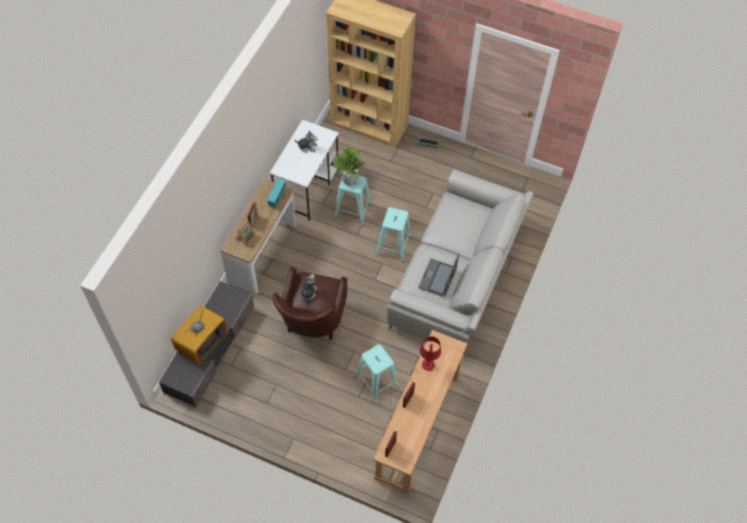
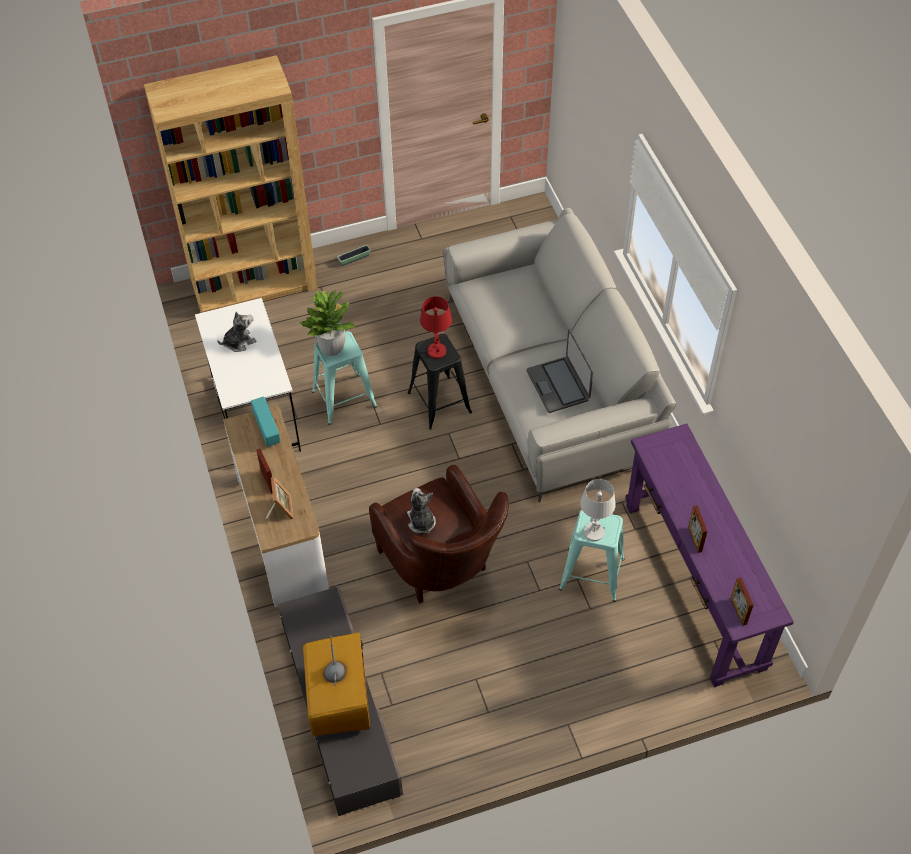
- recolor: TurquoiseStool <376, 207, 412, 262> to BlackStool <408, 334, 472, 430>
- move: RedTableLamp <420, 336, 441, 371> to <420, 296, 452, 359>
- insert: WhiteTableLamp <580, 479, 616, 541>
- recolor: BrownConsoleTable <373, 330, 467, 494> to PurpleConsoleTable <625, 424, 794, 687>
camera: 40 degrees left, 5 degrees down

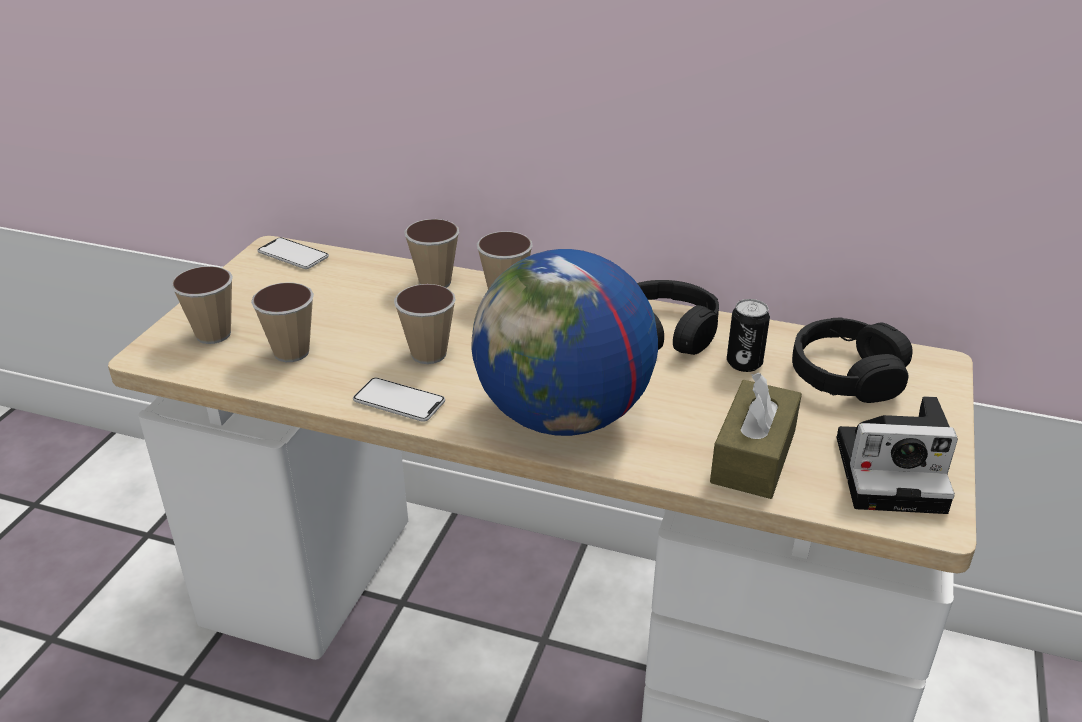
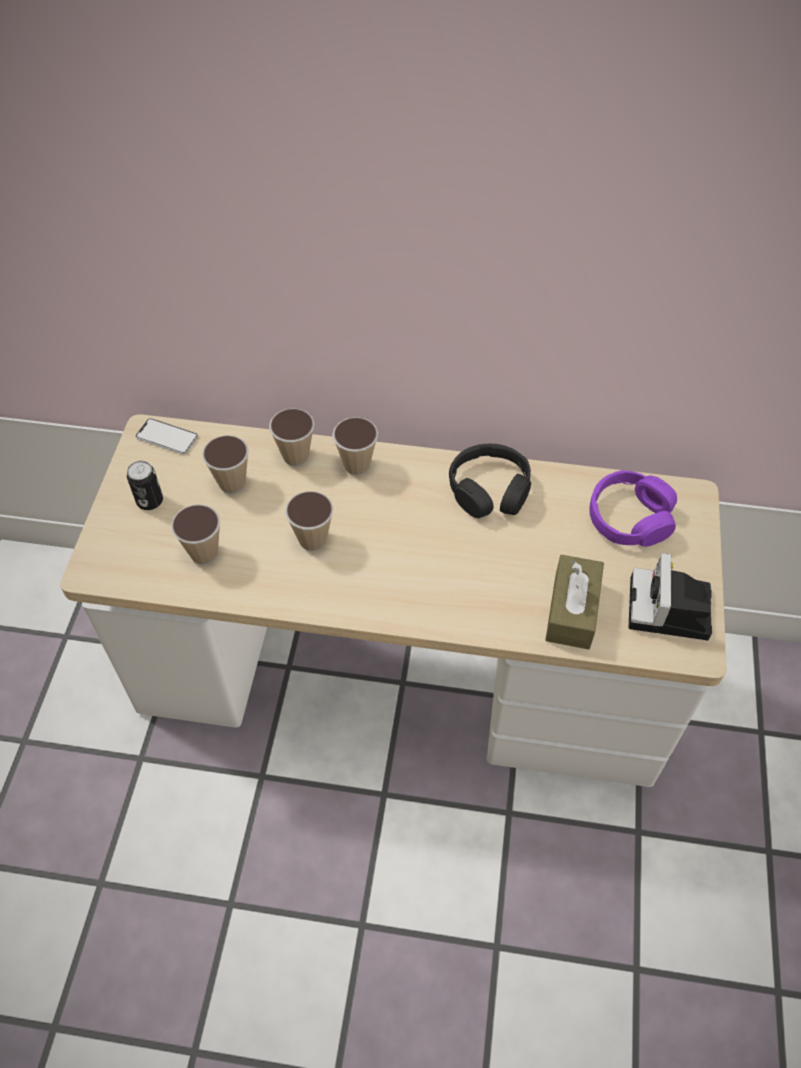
- move: Can <727, 299, 770, 372> to <127, 461, 163, 510>
- move: Cup <171, 266, 233, 344> to <202, 435, 249, 494>
- recolor: BlackHeadphones <792, 318, 913, 403> to PurpleHeadphones <589, 470, 677, 547>
- rotate: PhotoCamera <837, 396, 958, 514> = <628, 553, 712, 640> 105 degrees clockwise
- delete: Phone <353, 378, 445, 422>
- delete: Globe <471, 249, 658, 436>
camera: 10 degrees left, 20 degrees up

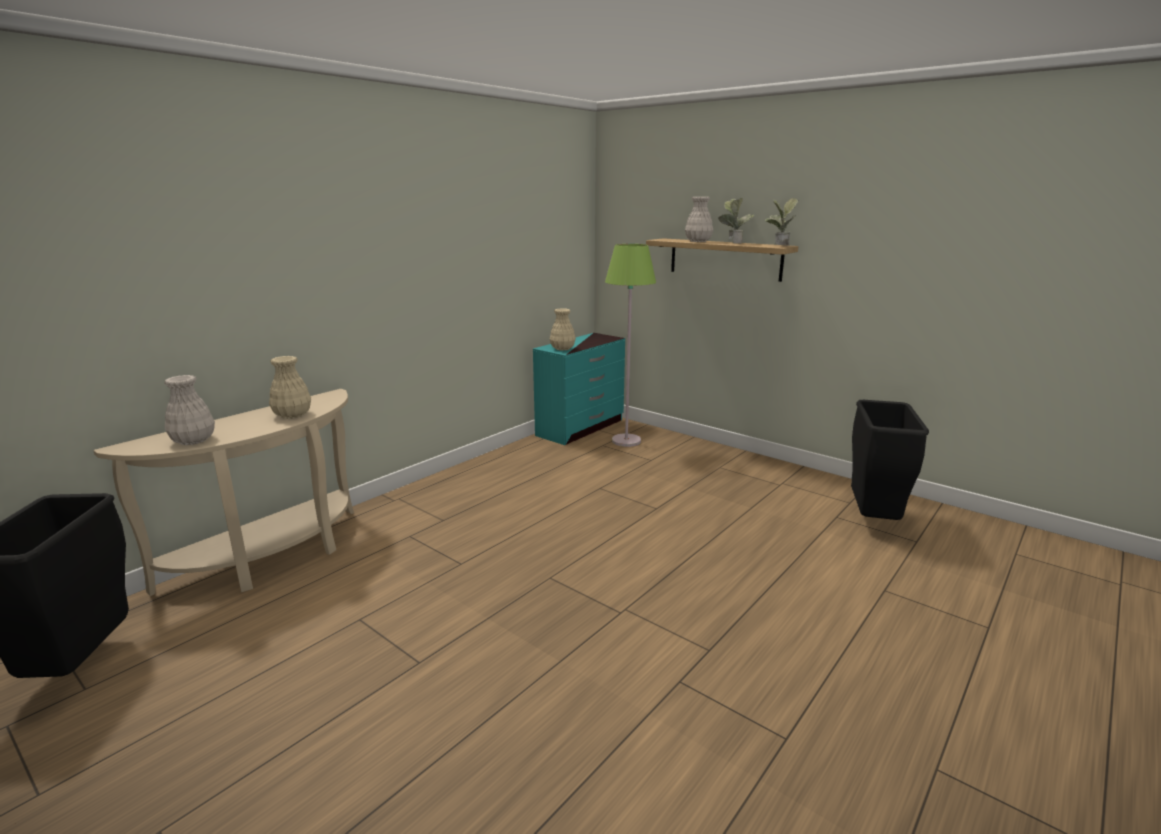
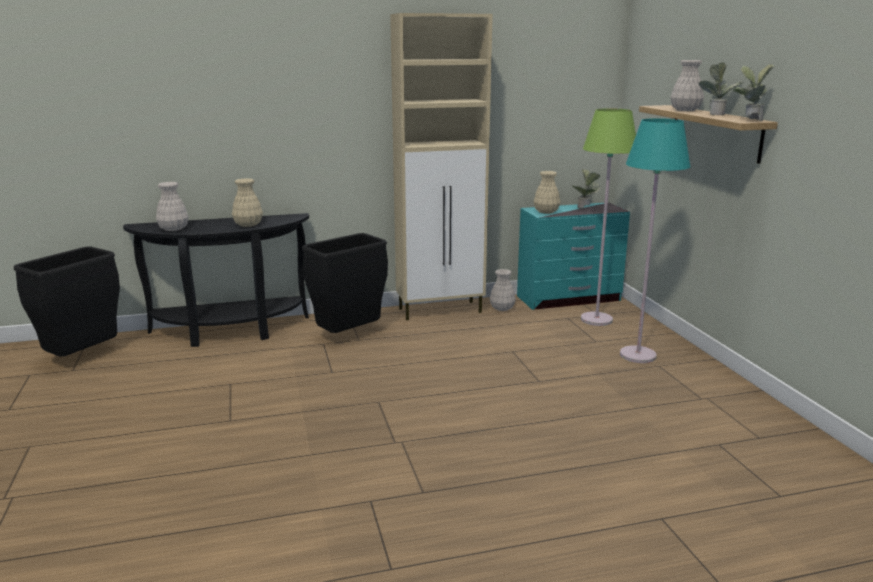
- recolor: BeigeConsoleTable <93, 389, 354, 596> to BlackConsoleTable <123, 213, 309, 347>
- move: BlackTrashCan <851, 400, 929, 520> to <302, 233, 388, 333>
- insert: BeigeCabinet <390, 13, 493, 320>
- insert: WhiteVase <489, 269, 516, 311>
- insert: PottedPlant <572, 169, 601, 209>
- insert: TurquoiseFloorLamp <620, 118, 690, 363>
camera: 35 degrees right, 0 degrees up

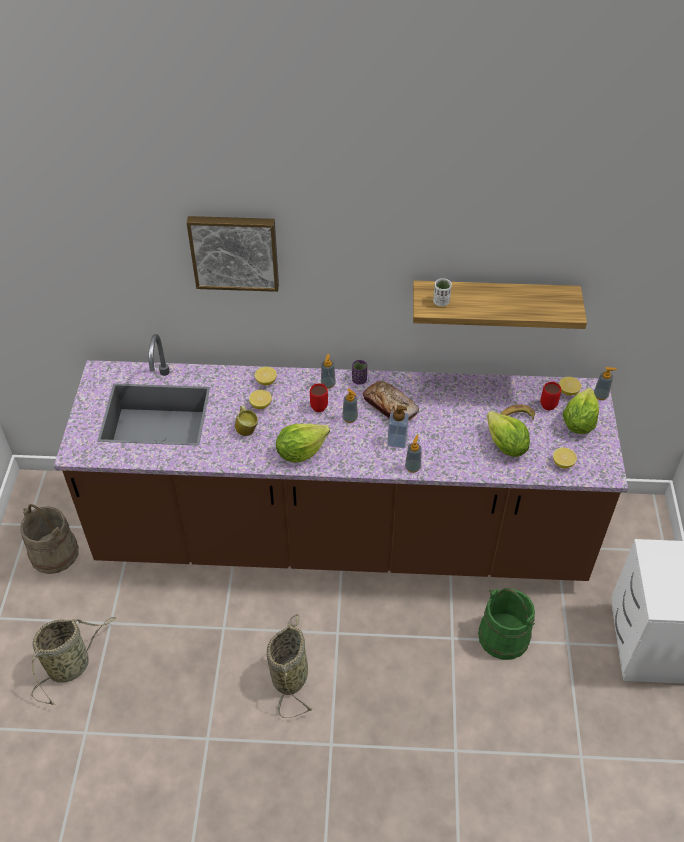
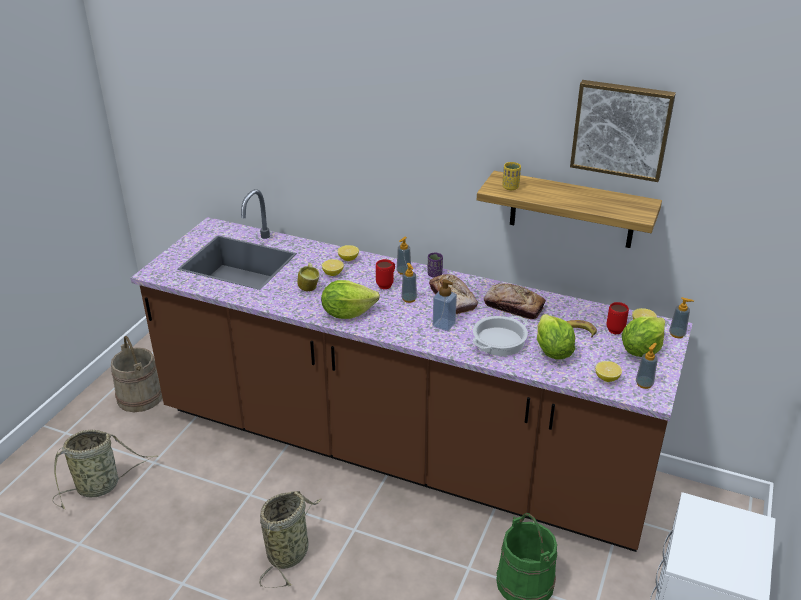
- insert: CookingPot <472, 316, 528, 356>
- insert: Bread <484, 283, 546, 319>
- recolor: WhiteCup <433, 278, 452, 306> to YellowCup <502, 162, 521, 190>
- move: Picture <186, 216, 279, 292> to <570, 80, 676, 182>
- move: SoapDispenser <405, 434, 422, 473> to <636, 343, 658, 389>
camera: 20 degrees right, 15 degrees down

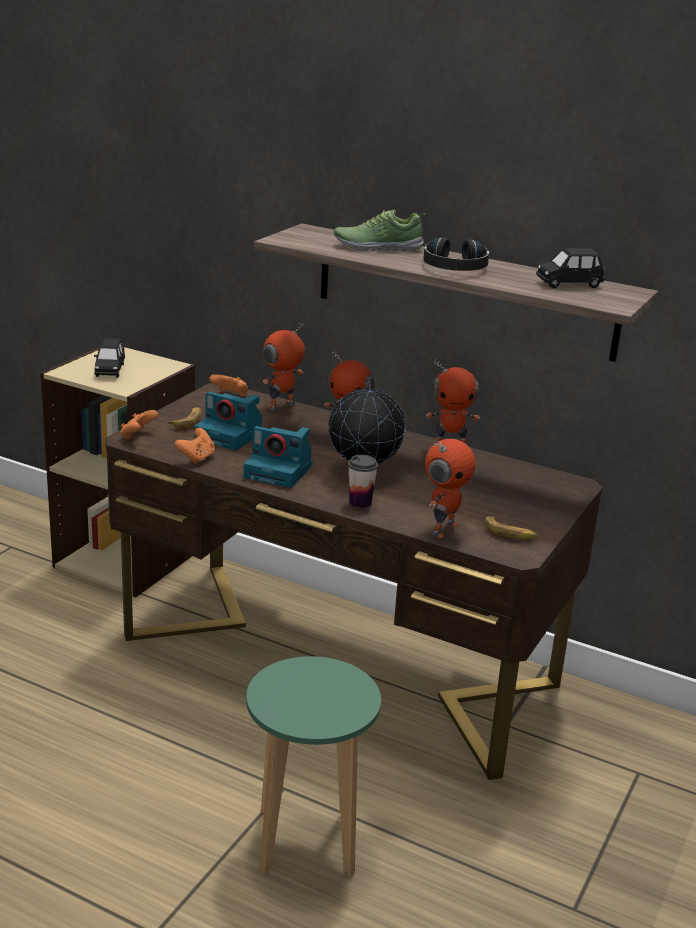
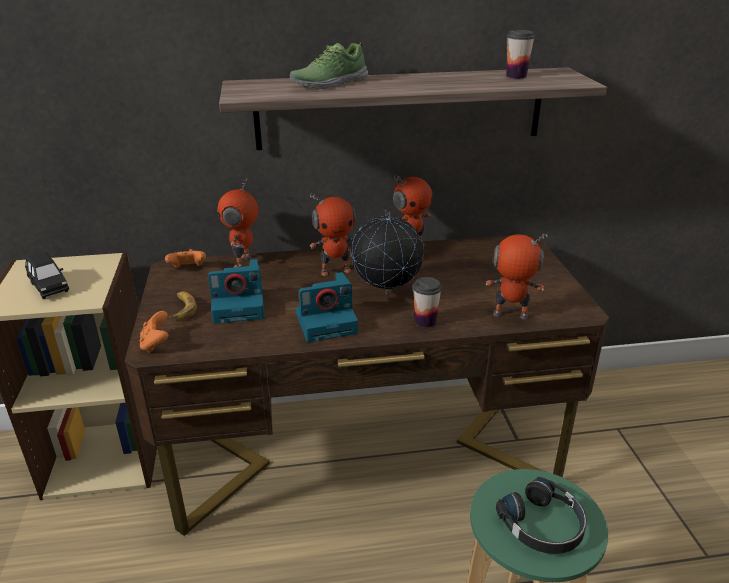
- rotate: ToyRobot <425, 439, 476, 538> = <486, 234, 548, 320> 75 degrees counterclockwise
- move: BlackHeadphones <423, 237, 489, 271> to <496, 477, 587, 554>
- replace: BlackToyCar <536, 248, 605, 288> to Cup <506, 30, 535, 79>
- delete: OrangeGameController <175, 428, 215, 464>
- delete: Banana <484, 516, 537, 540>
camera: 35 degrees left, 5 degrees up

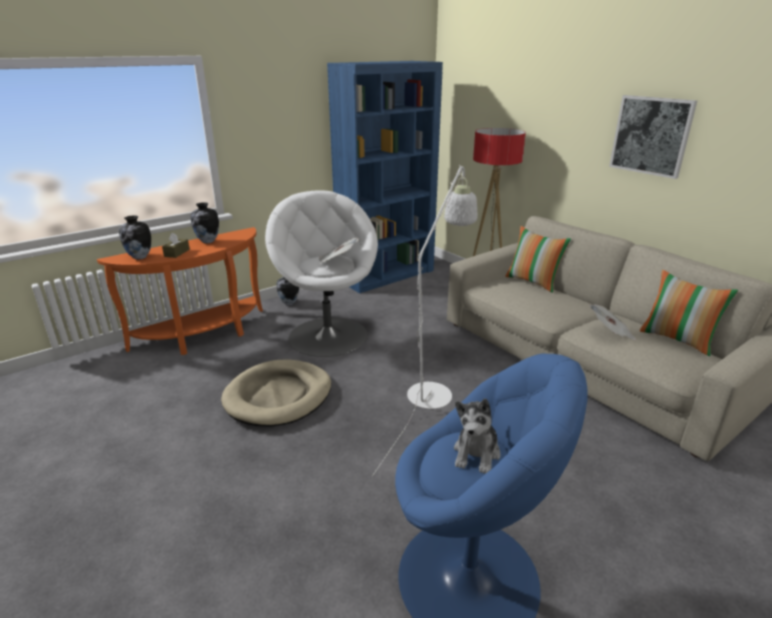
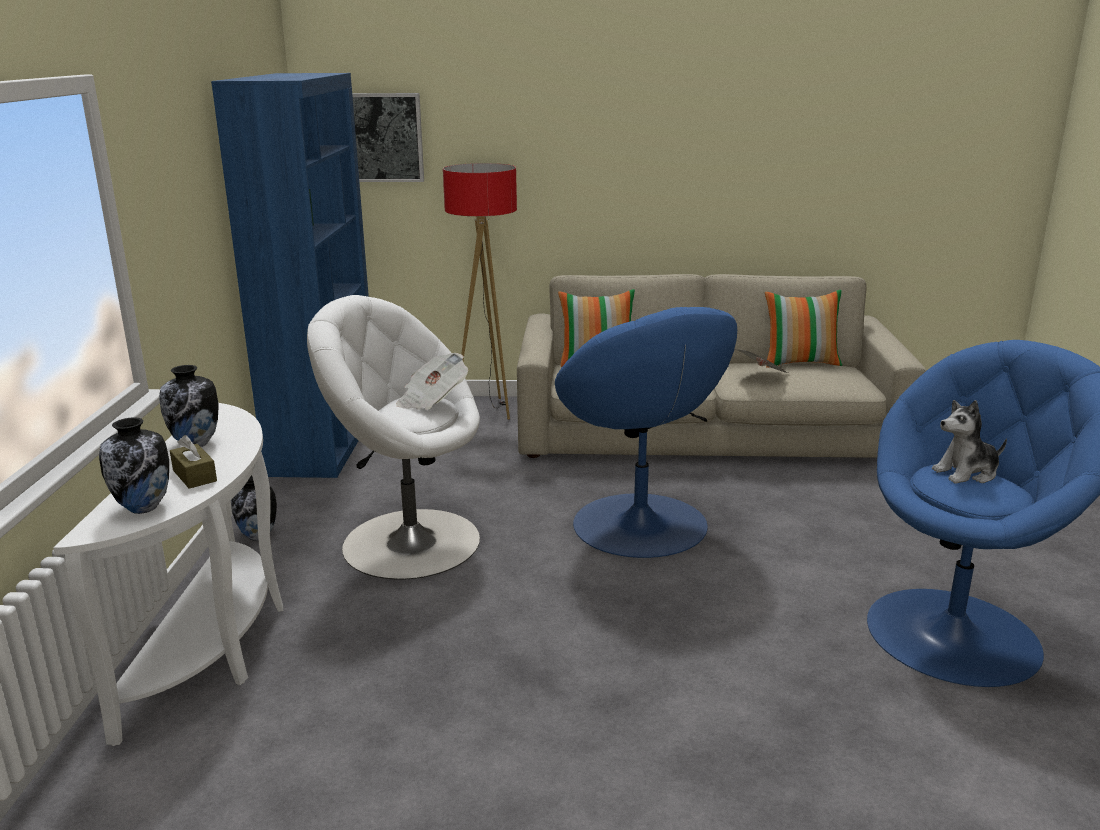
- recolor: OrangeConsoleTable <97, 227, 263, 355> to WhiteConsoleTable <53, 403, 283, 746>
- move: Picture <609, 95, 697, 179> to <352, 93, 424, 182>
- replace: WhiteFloorLamp <372, 164, 477, 476> to BlueArmchair <555, 307, 737, 558>
- rotate: PlushToy <454, 398, 501, 474> = <932, 400, 1007, 484> 105 degrees clockwise
- delete: BeigeDogBed <221, 359, 331, 427>
camera: 50 degrees left, 5 degrees down

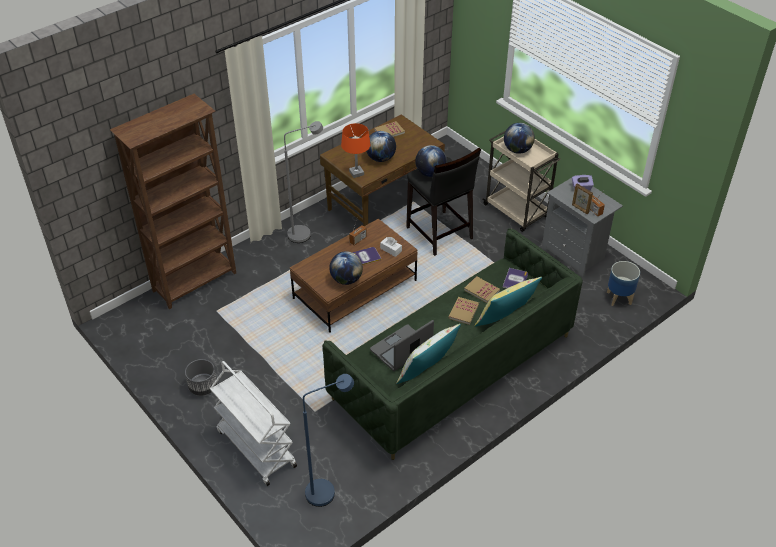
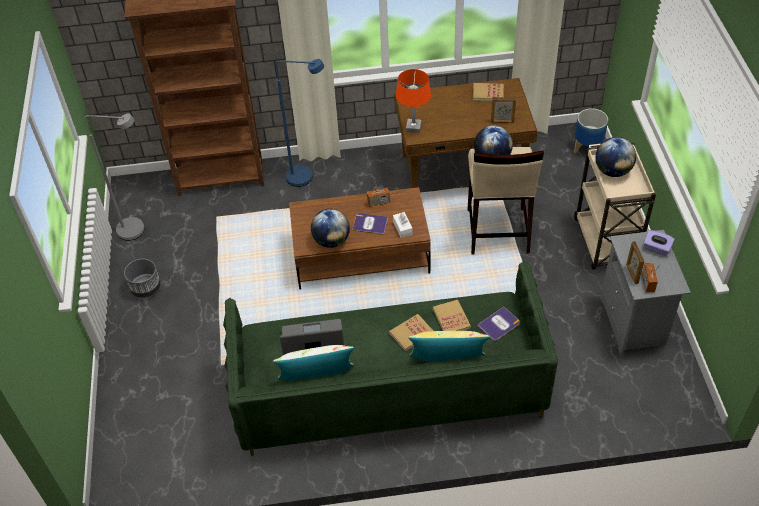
- move: GreyFloorLamp <284, 121, 323, 243> to <85, 113, 145, 241>
- move: BlueFloorLamp <303, 374, 354, 507> to <276, 59, 324, 187>
- recolor: BlackStool <406, 148, 481, 256> to BeigeStool <468, 147, 544, 254>
- insert: PictureFrame <491, 97, 516, 123>
- move: Planter <607, 261, 640, 306> to <574, 108, 608, 153>
- delete: WhiteCart <210, 361, 297, 486>
- delete: Globe <366, 131, 396, 162>
camera: 35 degrees right, 5 degrees up

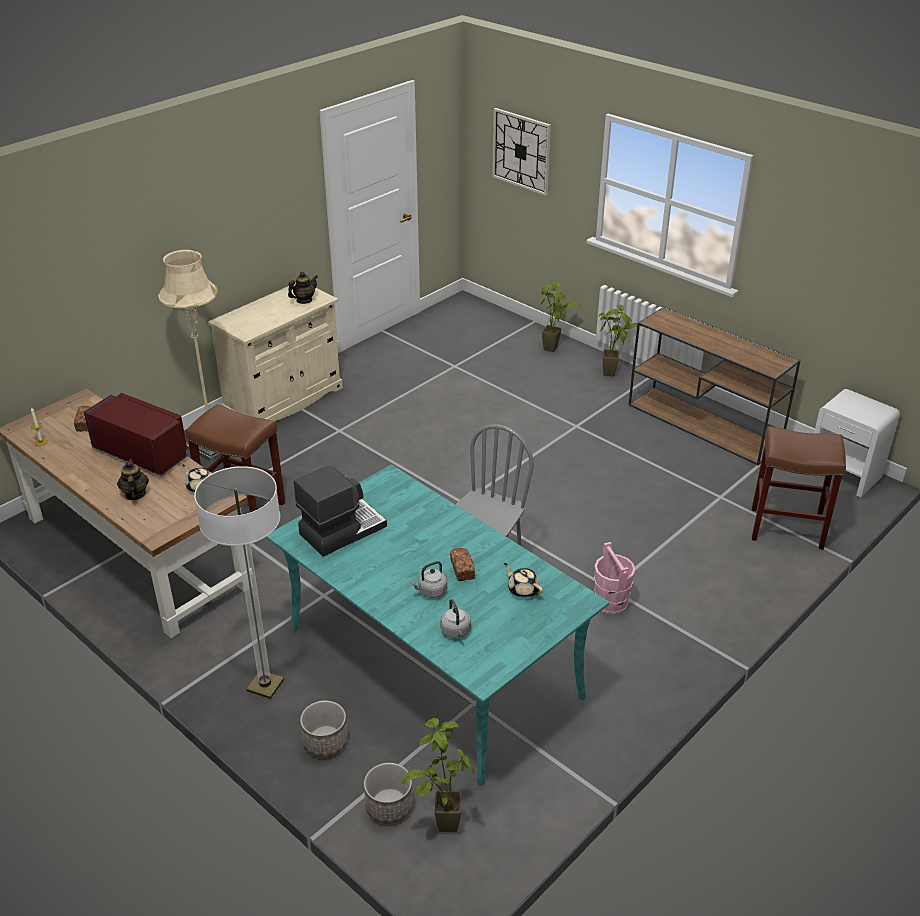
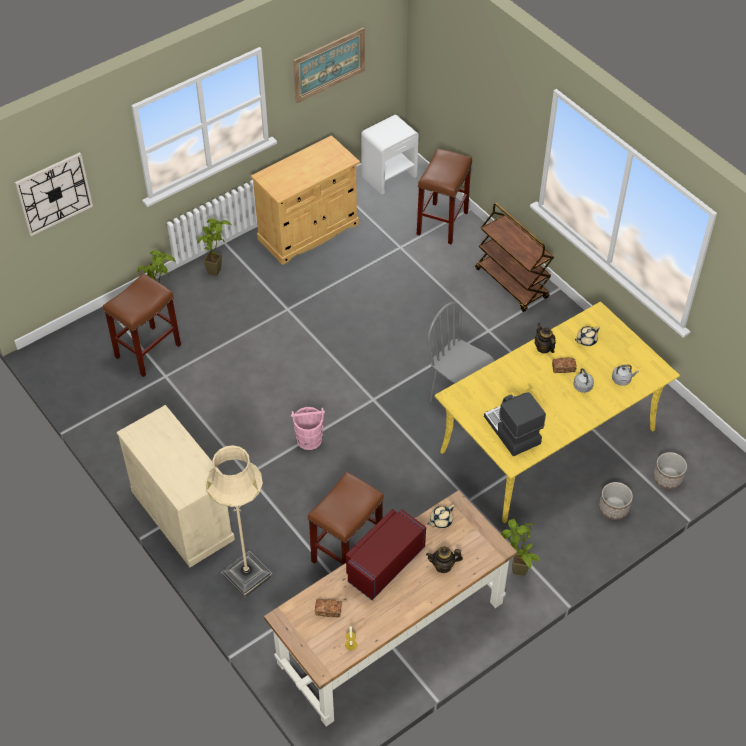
- insert: BrownStool <103, 273, 181, 377>
- replace: BrownConsoleTable <629, 307, 801, 465> to BeigeCabinet <251, 135, 360, 265>
- move: PinkBucket <594, 542, 635, 614> to <291, 407, 325, 450>
- insert: Picture <293, 28, 365, 103>
- recolor: TurquoiseDiningTable <266, 465, 609, 786> to YellowDiningTable <435, 302, 680, 523>
- insert: BrownCart <475, 203, 554, 312>
- move: PottedPlant <401, 718, 474, 832> to <501, 519, 540, 576>
- move: Teapot <288, 272, 318, 304> to <535, 323, 556, 353>
- delete: FloorLamp <194, 466, 284, 699>
camera: 80 degrees left, 15 degrees up

